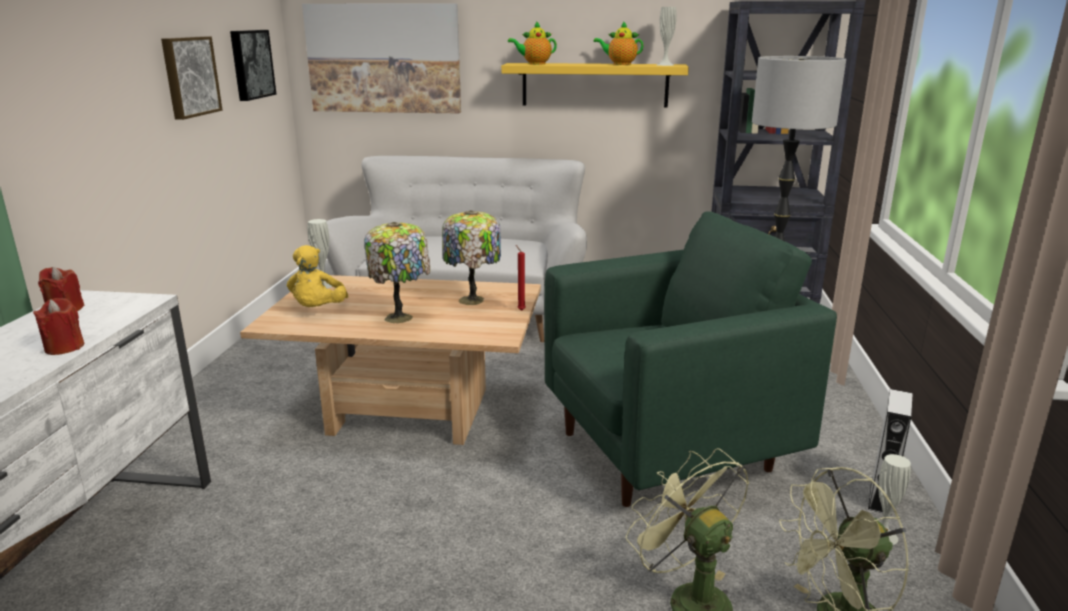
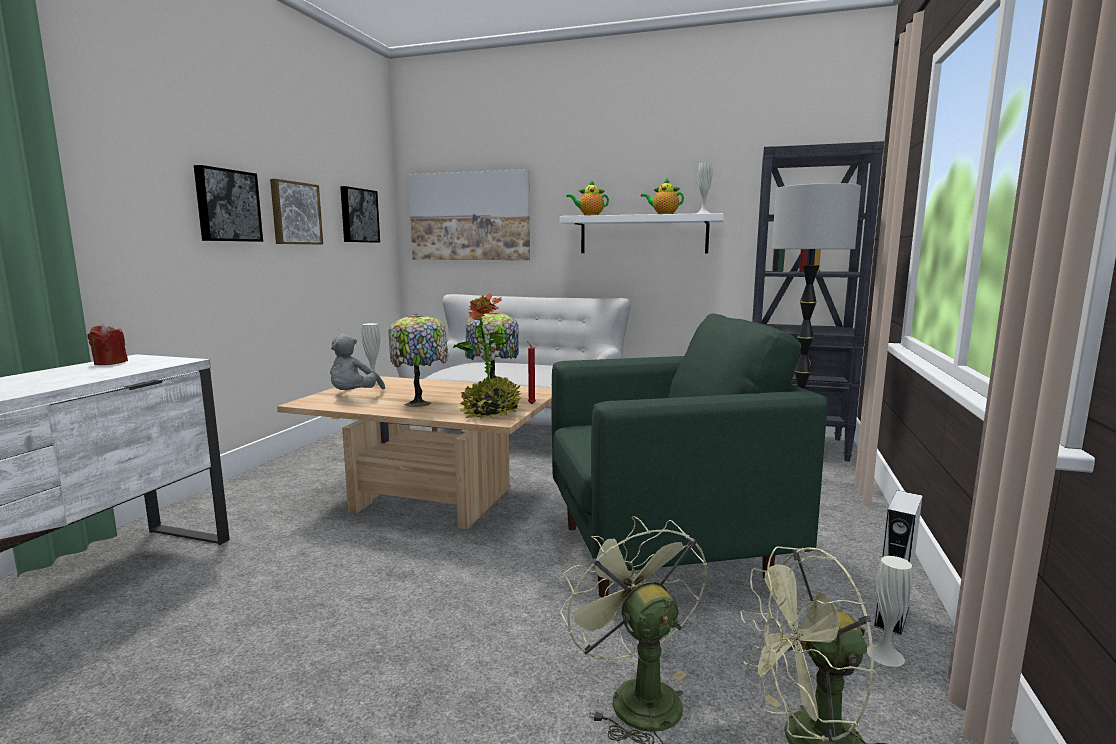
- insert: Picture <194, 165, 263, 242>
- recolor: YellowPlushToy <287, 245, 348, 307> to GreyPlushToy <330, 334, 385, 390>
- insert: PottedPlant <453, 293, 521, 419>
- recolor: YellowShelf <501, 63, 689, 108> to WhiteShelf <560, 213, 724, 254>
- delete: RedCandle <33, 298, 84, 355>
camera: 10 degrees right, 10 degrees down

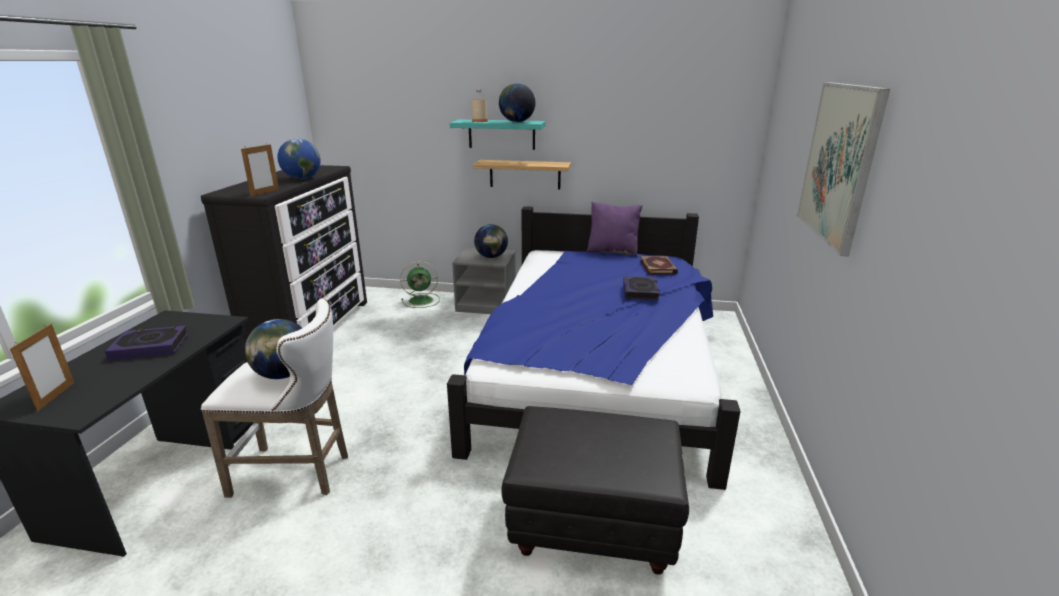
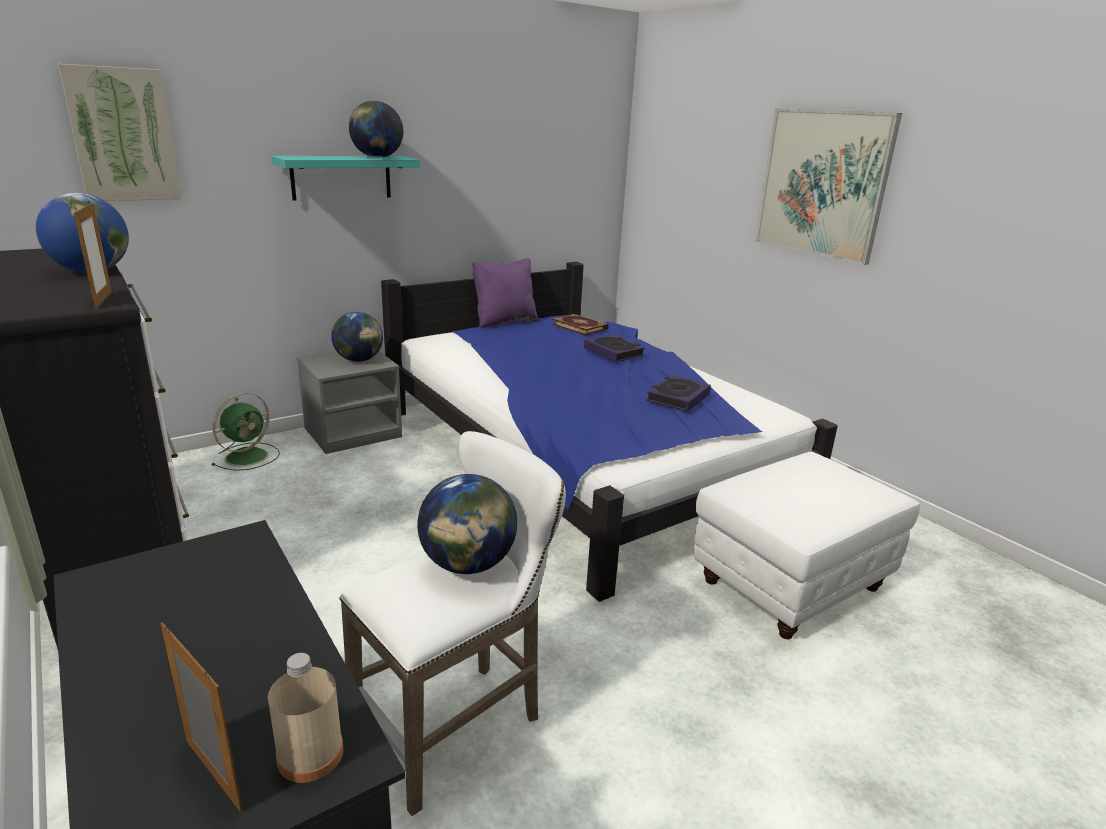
- insert: Picture <58, 64, 182, 201>
- move: BeigeBottle <472, 90, 488, 122> to <268, 653, 344, 783>
- move: Book <105, 325, 189, 361> to <646, 375, 711, 412>
- recolor: BlackOttoman <501, 406, 689, 575> to WhiteOttoman <693, 452, 920, 639>
- delete: Shelf <473, 160, 571, 190>
camera: 45 degrees left, 0 degrees up

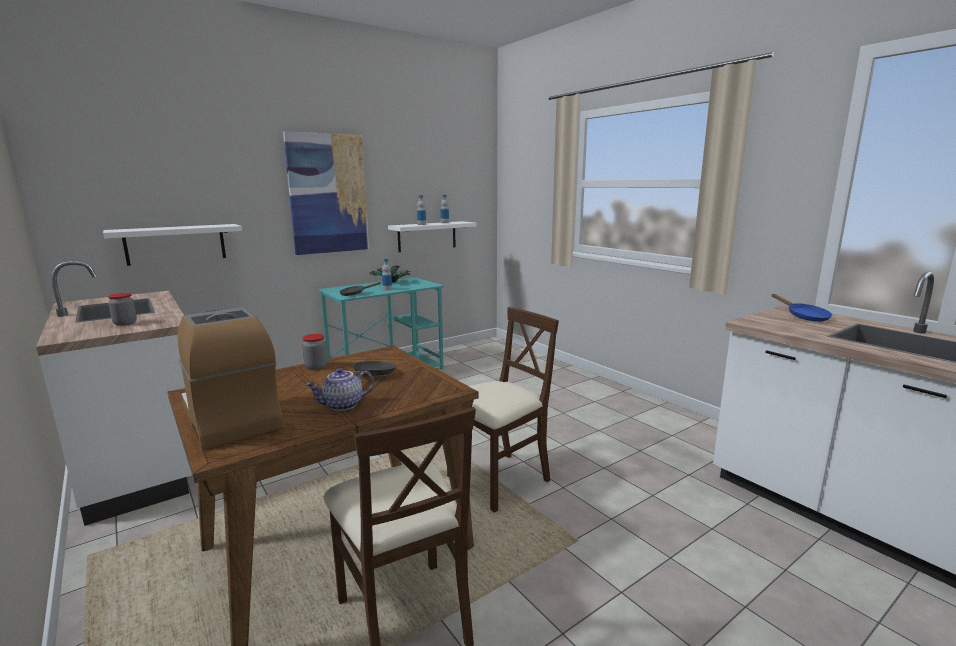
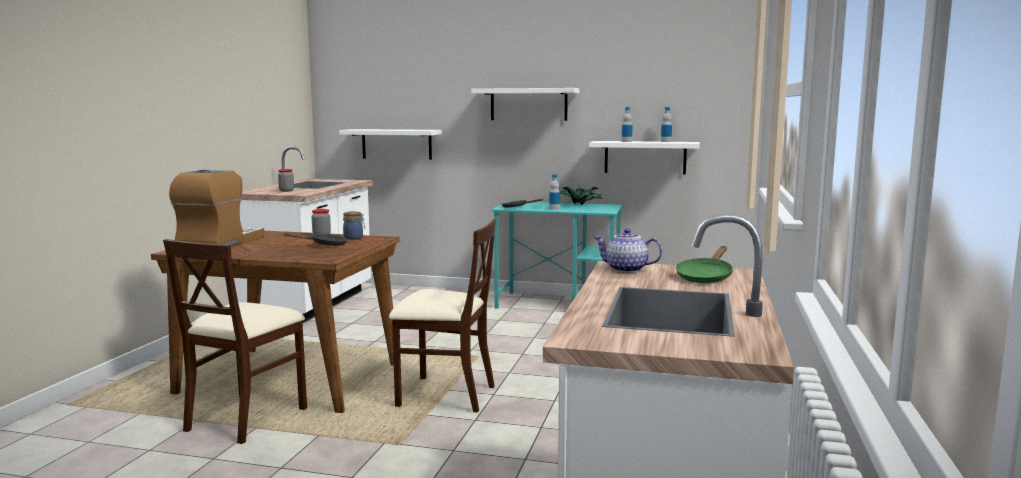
- insert: Jar <343, 211, 365, 240>
- replace: Picture <283, 131, 369, 255> to WhiteShelf <471, 88, 579, 121>
- move: Teapot <305, 368, 374, 411> to <593, 229, 662, 273>
- recolor: BlueFryingPan <772, 294, 832, 322> to GreenFryingPan <676, 246, 733, 283>
camera: 50 degrees right, 5 degrees down

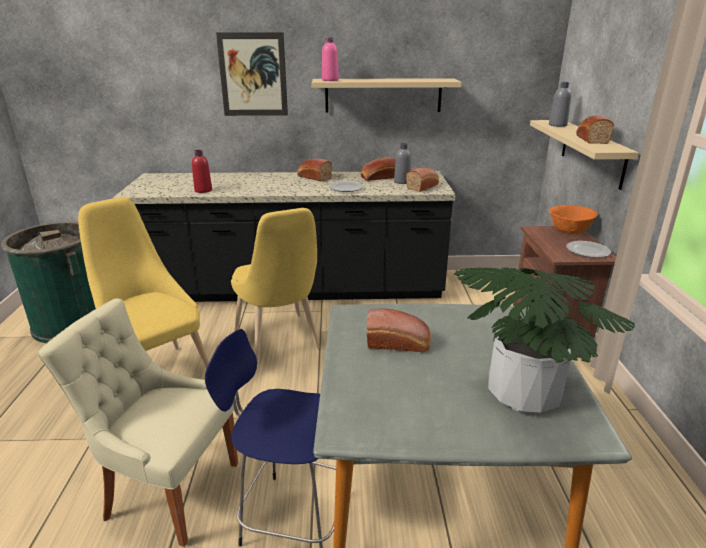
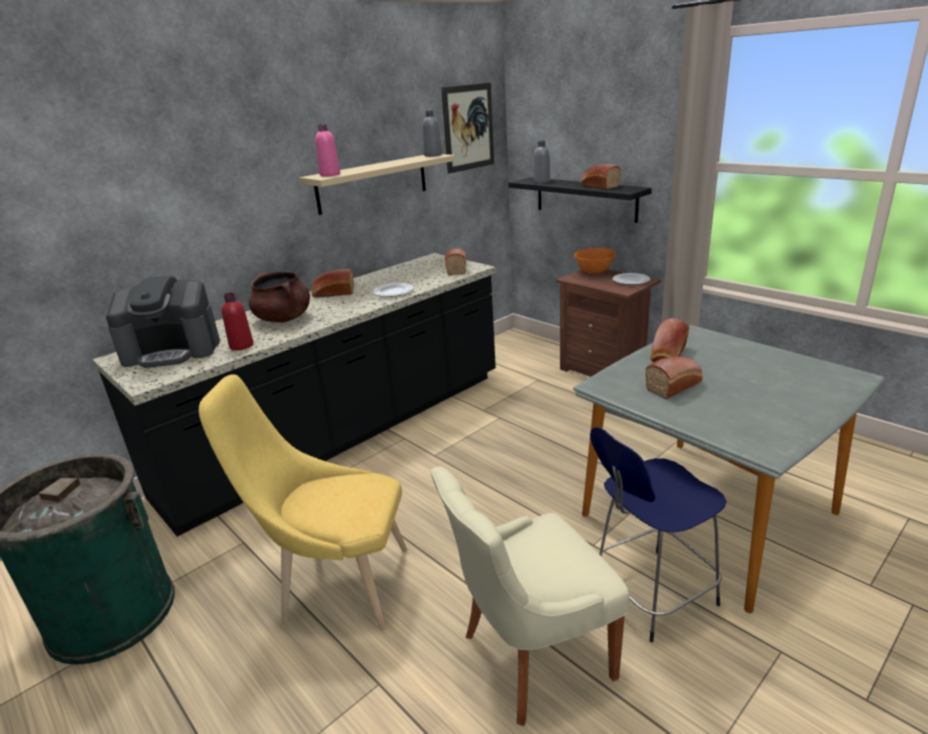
- insert: CoffeeMachine <106, 276, 220, 368>
- insert: BrownCookingPot <249, 271, 310, 323>
- move: GreyBottle <394, 143, 411, 184> to <422, 110, 442, 157>
- move: Picture <216, 32, 288, 116> to <441, 83, 494, 174>
- recolor: BeigeShelf <530, 120, 639, 190> to BlackShelf <509, 177, 652, 223>
- move: Bread <361, 157, 396, 181> to <650, 318, 689, 362>
- delete: YellowChair <231, 208, 320, 364>
- delete: PottedPlant <454, 267, 635, 414>
camera: 40 degrees left, 0 degrees up

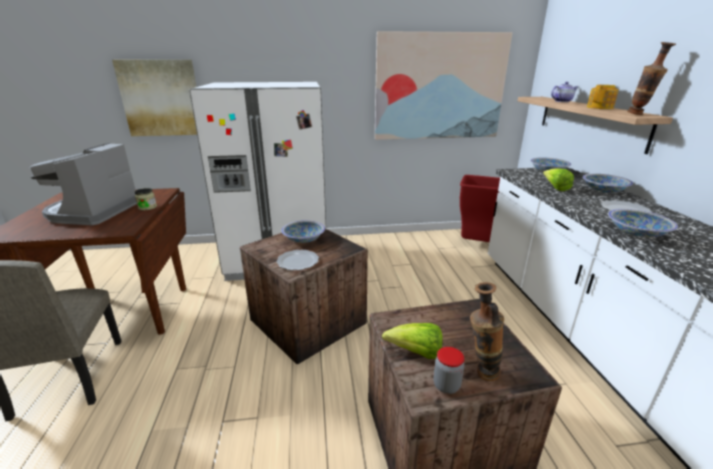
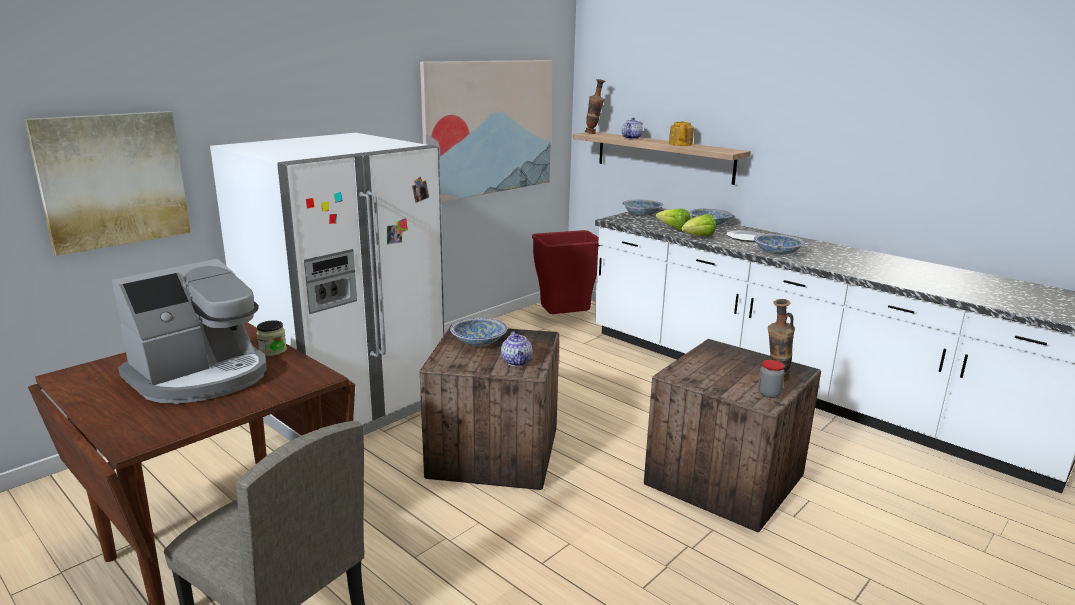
- rotate: CoffeeMachine <30, 143, 137, 225> = <112, 259, 267, 404> 105 degrees counterclockwise
- replace: Plate <276, 250, 319, 270> to Teapot <501, 331, 533, 366>
- move: Vase <627, 42, 676, 115> to <585, 79, 606, 134>
- move: Lettuce <382, 323, 443, 359> to <681, 214, 716, 237>
camera: 40 degrees left, 5 degrees down

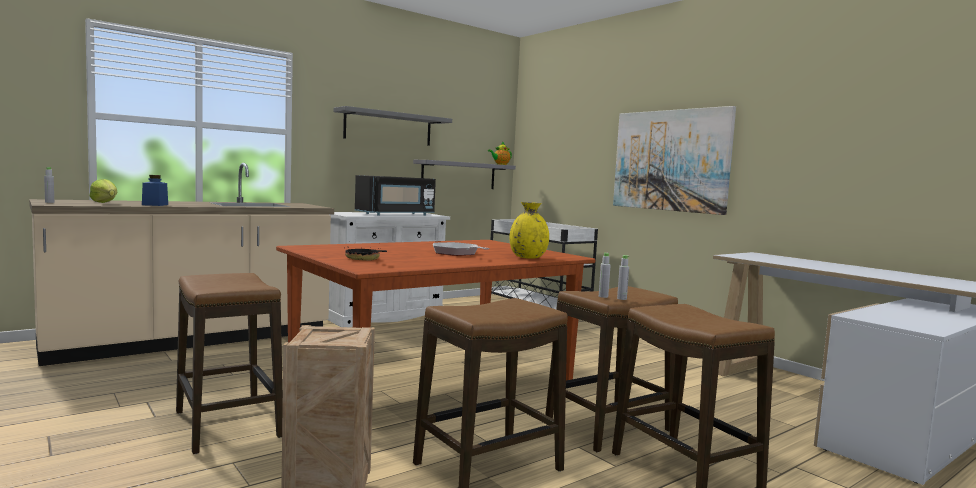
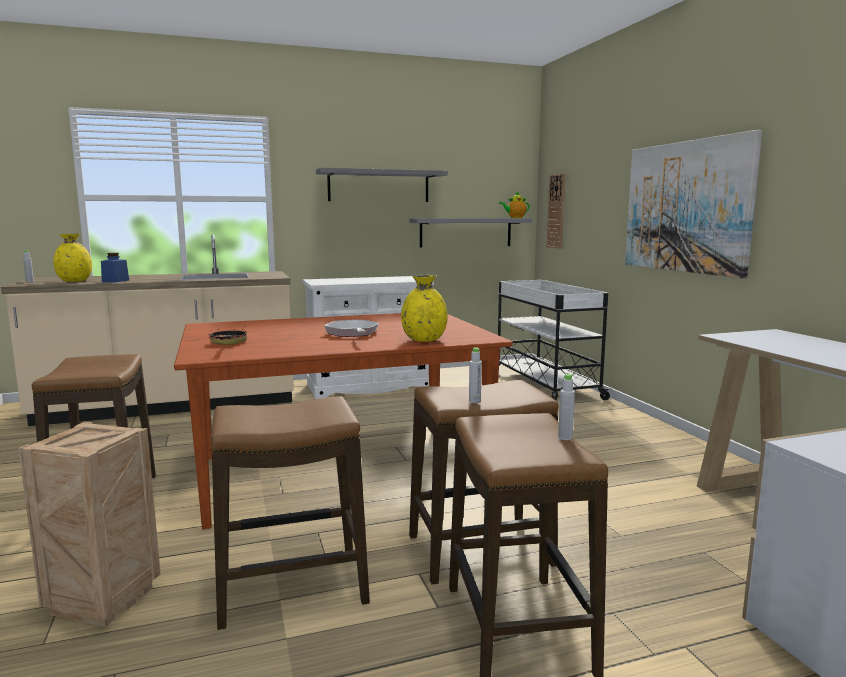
- replace: Lettuce <89, 179, 118, 203> to YellowVase <53, 234, 92, 282>
- insert: WallClock <547, 173, 565, 249>
- move: GreyBottle <599, 253, 611, 298> to <558, 374, 575, 440>
- delete: BlackMicrowave <355, 175, 436, 216>
camera: 20 degrees right, 5 degrees up

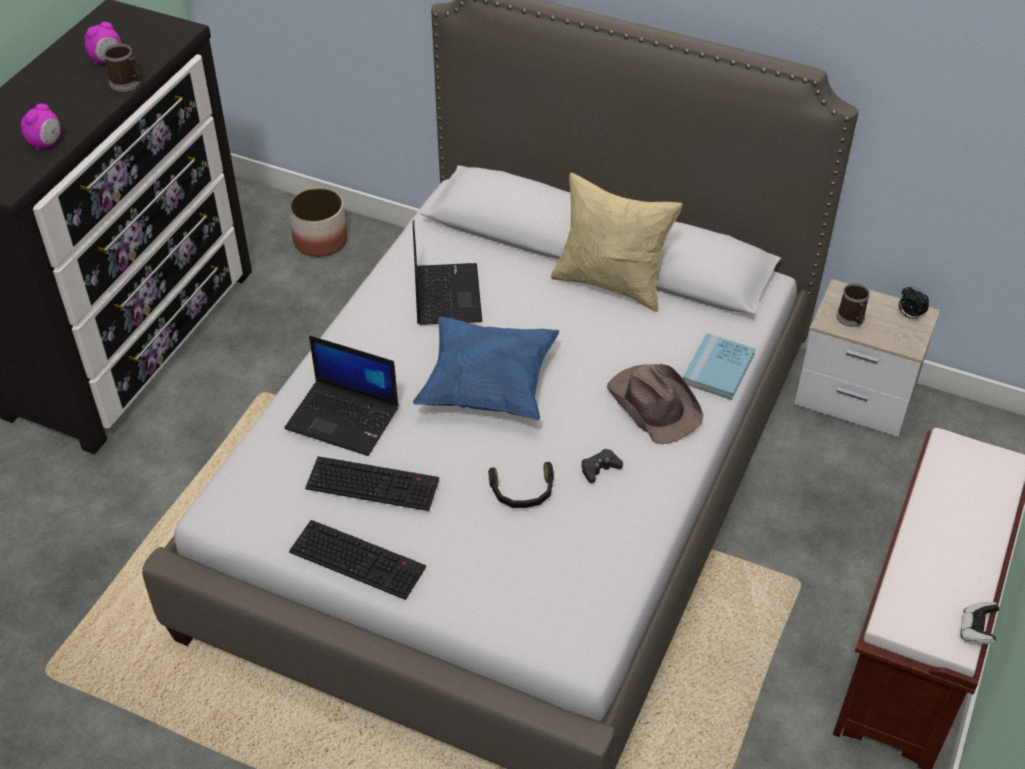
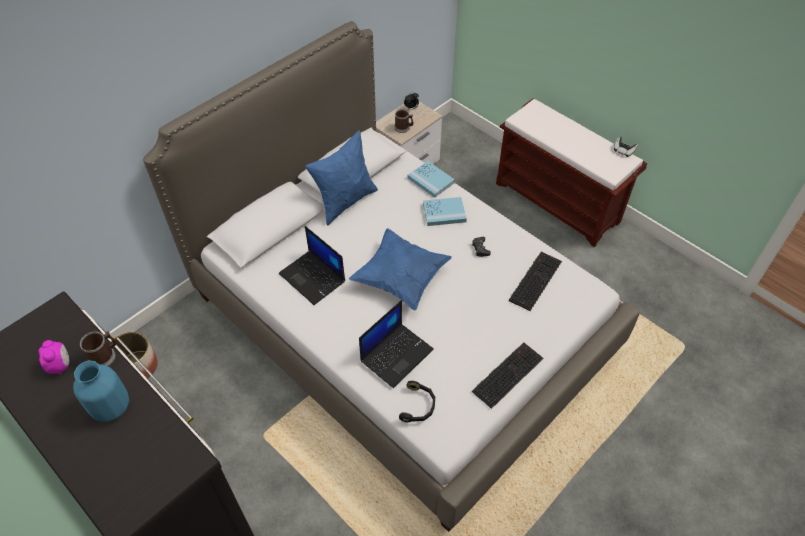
- insert: BlueVase <73, 361, 129, 422>
- rotate: Laptop <413, 220, 482, 325> = <279, 226, 345, 305> 150 degrees counterclockwise
- recolor: BeigePillow <551, 173, 683, 312> to BluePillow <305, 130, 378, 226>
- move: BlackHeadphones <488, 462, 554, 508> to <399, 381, 435, 422>
- replace: BrownHat <607, 364, 703, 444> to BlueBook <423, 197, 467, 226>
- move: Keyboard <305, 456, 439, 511> to <509, 251, 562, 311>
- delete: AlarmClock <21, 103, 61, 151>
camera: 70 degrees left, 5 degrees up

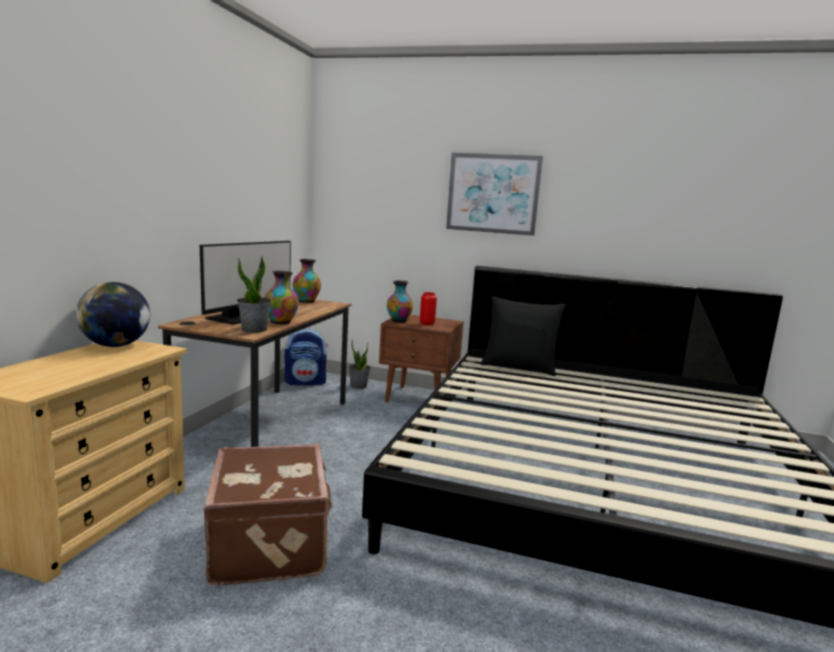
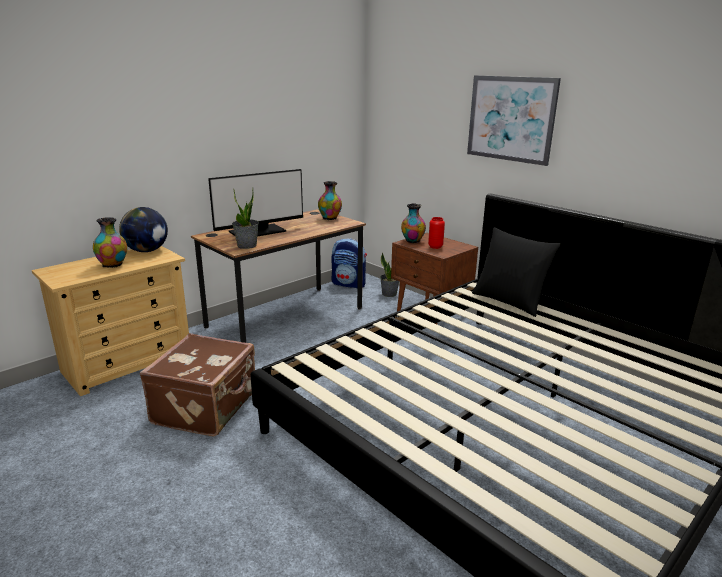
- move: Vase <265, 271, 299, 325> to <93, 217, 127, 268>
camera: 30 degrees right, 10 degrees up

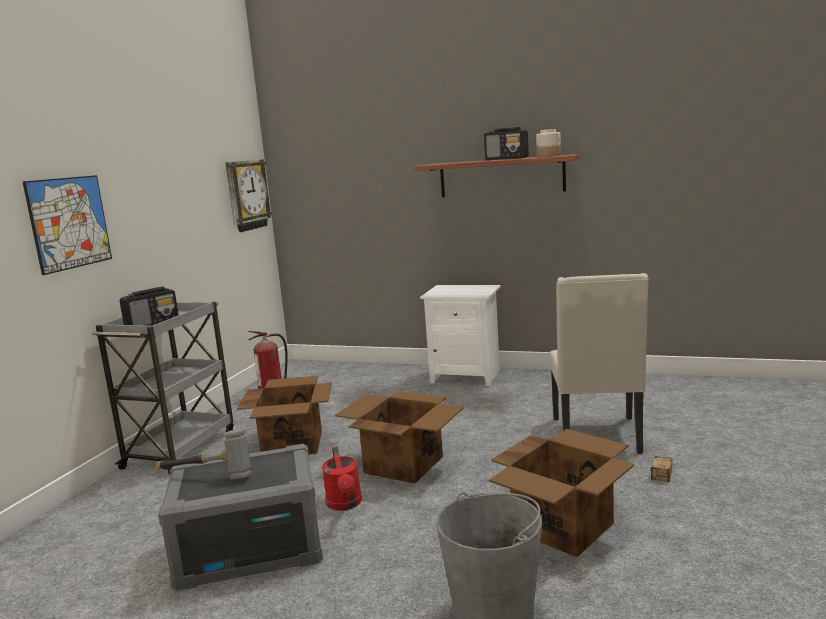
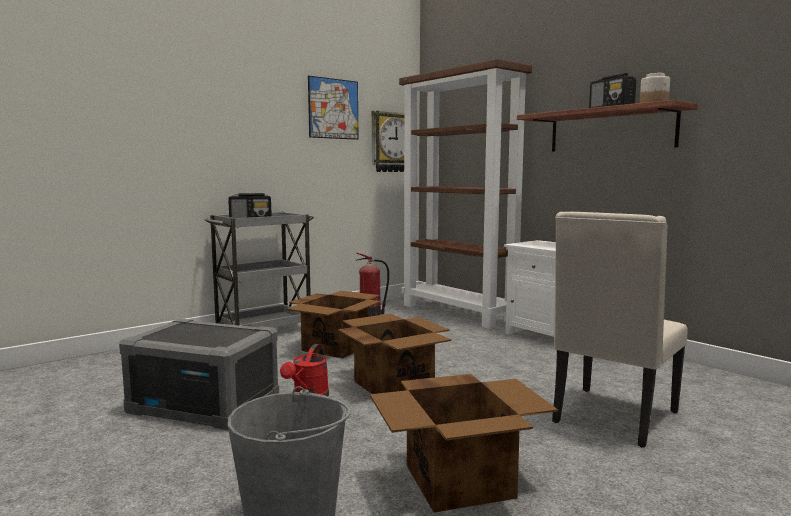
- move: Picture <23, 175, 112, 275> to <308, 76, 358, 140>
- insert: BrownBookcase <399, 59, 532, 329>
- delete: Hammer <156, 429, 252, 480>
- delete: StorageBox <651, 456, 673, 482>
camera: 30 degrees right, 5 degrees down

